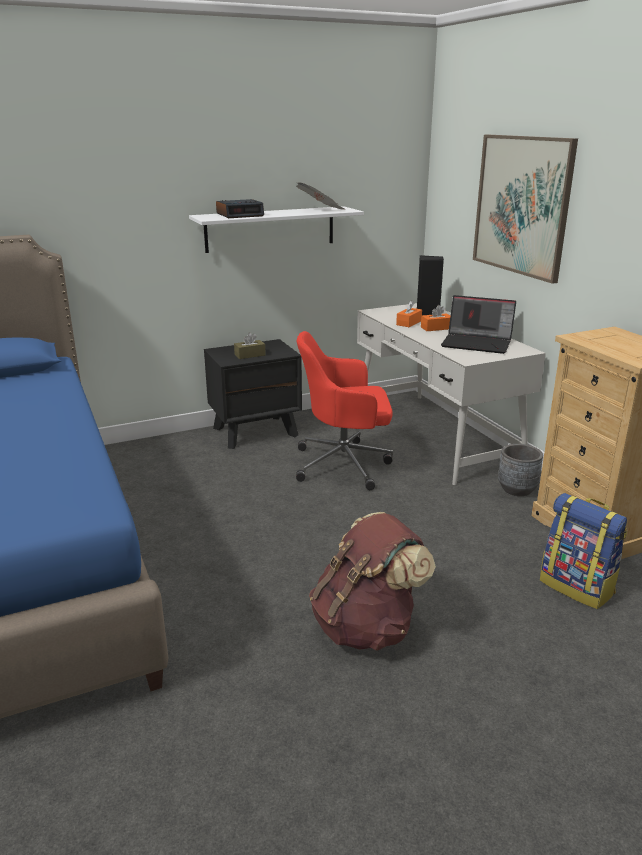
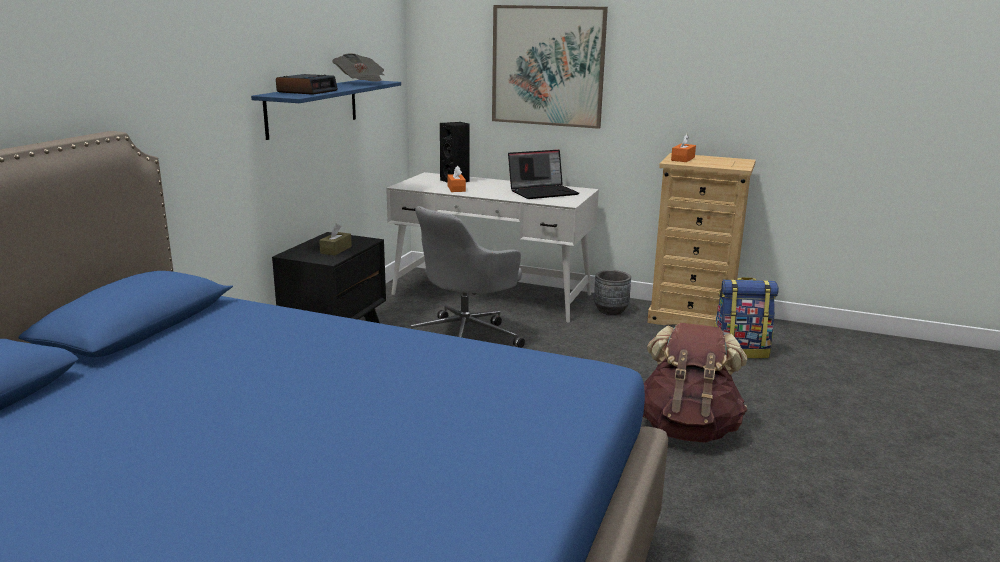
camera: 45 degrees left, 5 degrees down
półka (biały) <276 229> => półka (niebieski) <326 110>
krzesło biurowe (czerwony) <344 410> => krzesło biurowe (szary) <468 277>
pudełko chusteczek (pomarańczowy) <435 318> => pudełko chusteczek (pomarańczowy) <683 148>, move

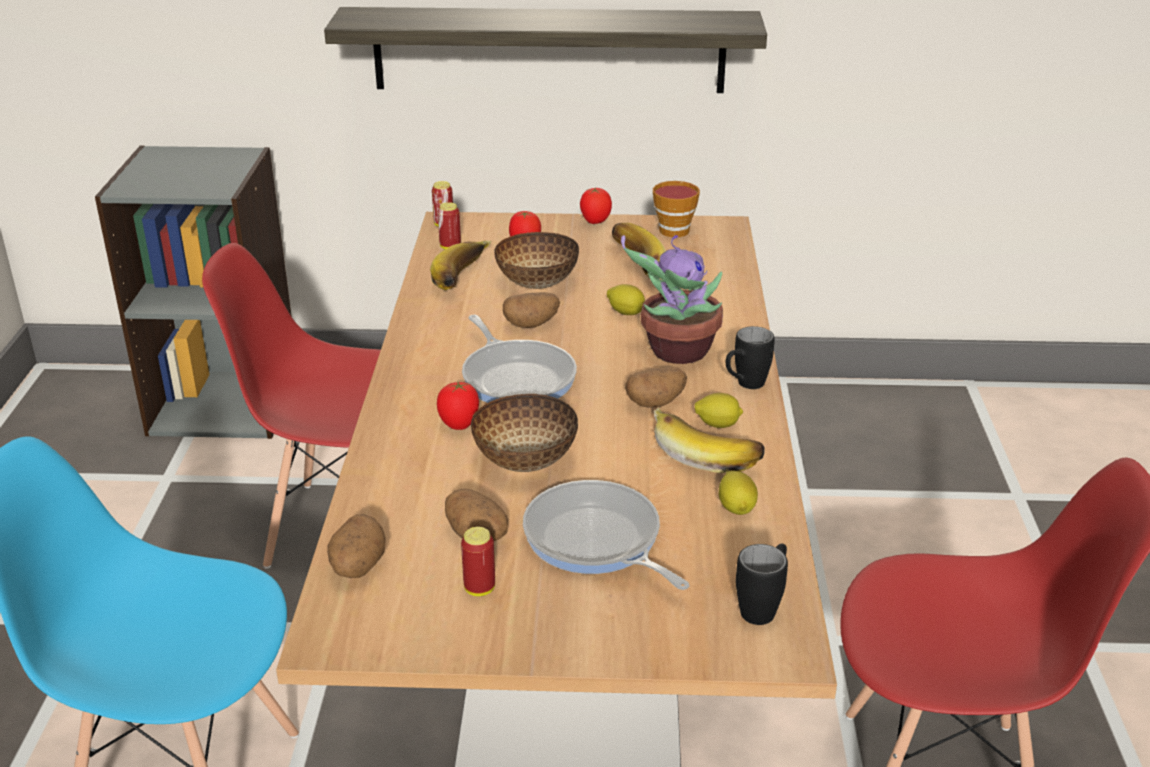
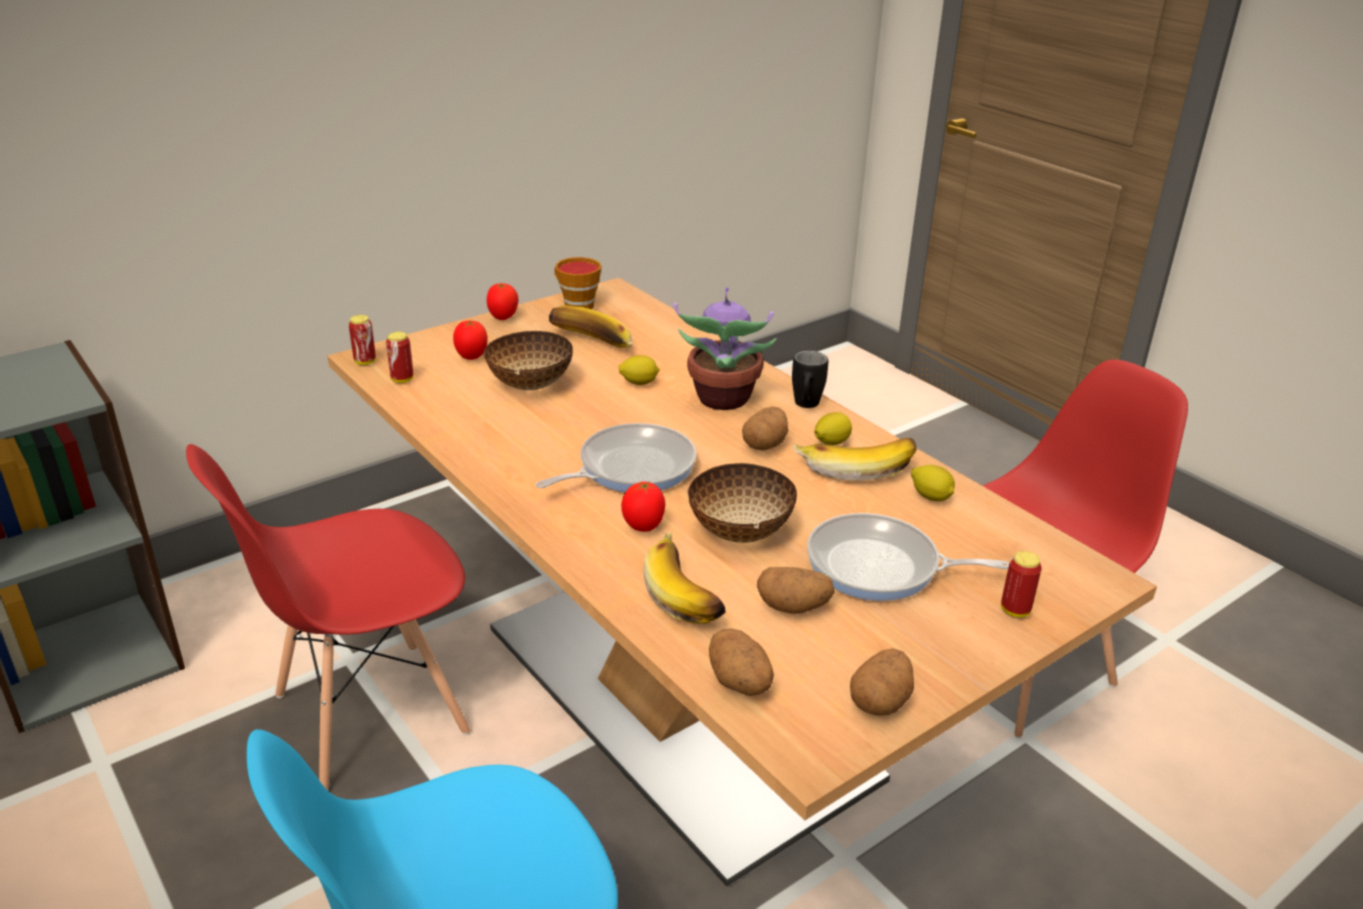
camera: 40 degrees left, 0 degrees up
półka <545 50> => nothing
banan <461 265> => banan <685 578>, move
puszka <478 561> => puszka <1021 584>, move
patelnia <519 359> => patelnia <616 457>, 60 degrees counterclockwise
ziemniak <531 310> => ziemniak <882 682>, move
kubek (czarny) <762 584> => nothing

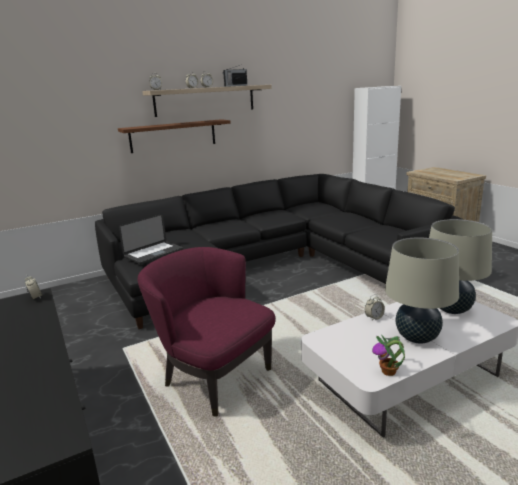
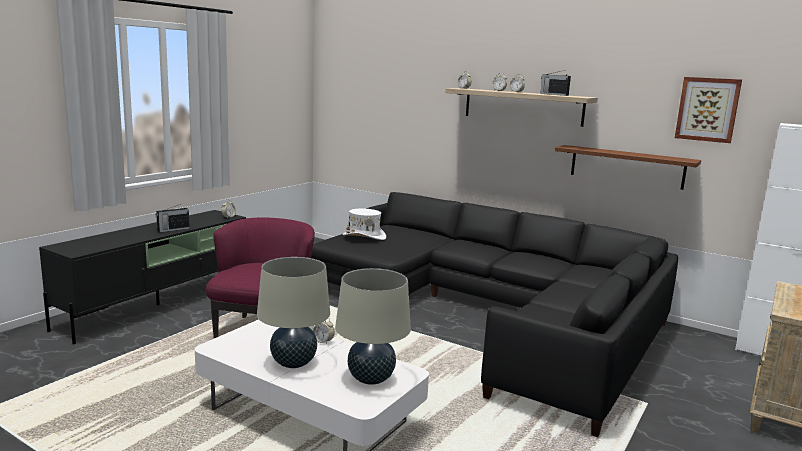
camera: 60 degrees right, 5 degrees down
półka (brązowy) <174 136> => półka (brązowy) <628 167>, move
laptop <150 239> => kapelusz (biały) <364 224>
roślina doniczkowa <388 355> => nothing
nothing => radio <173 218>
nothing => obraz <708 110>

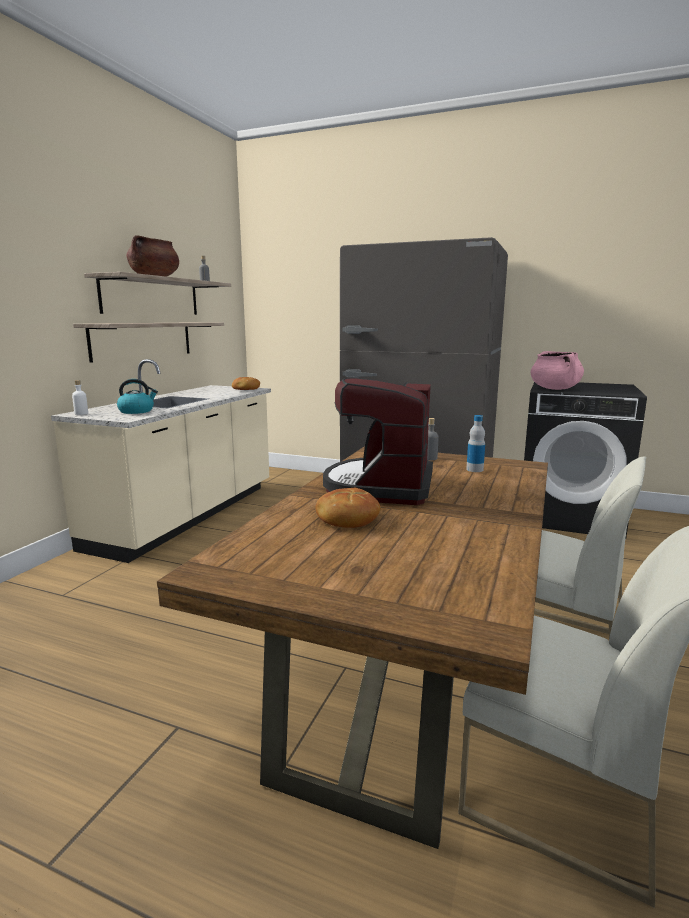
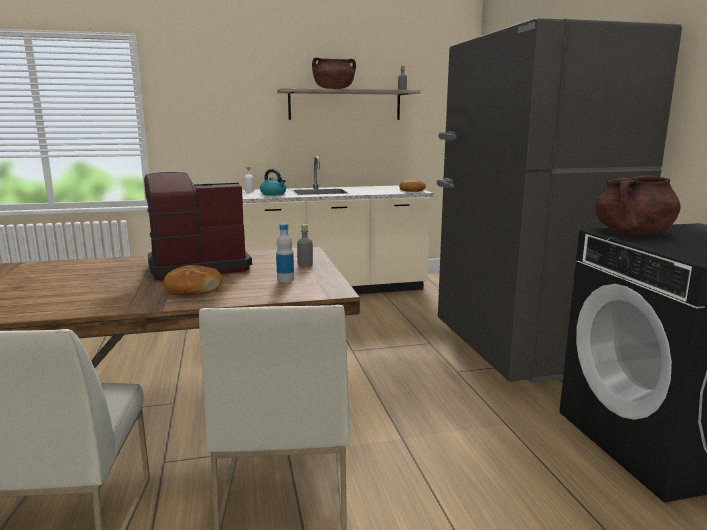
camera: 55 degrees right, 0 degrees up
półka <148 342> => nothing
chleb <348 508> => chleb <193 280>, move
garnek (różowy) <557 370> => garnek (brązowy) <638 205>

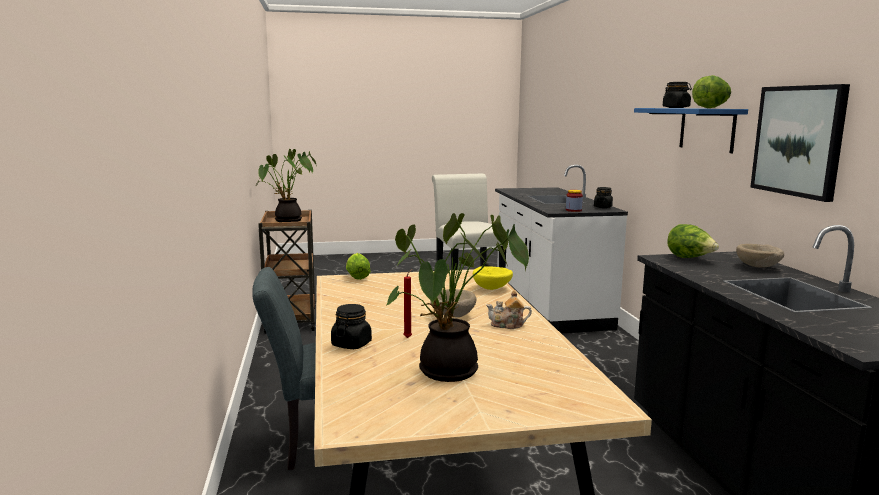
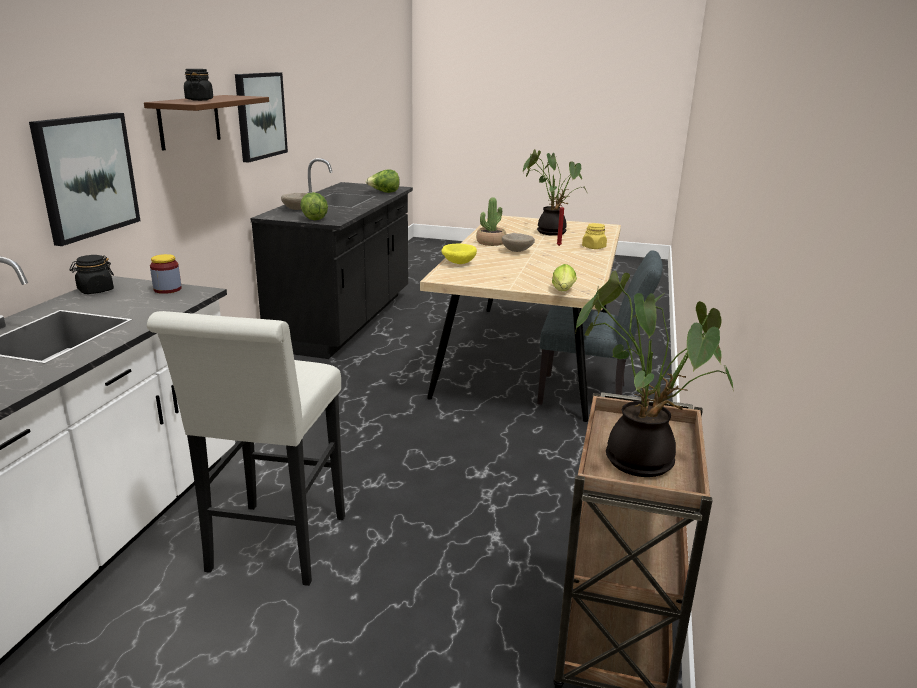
camera: 155 degrees left, 10 degrees up
słoik (czarny) <351 326> => słoik (żółty) <594 236>
imbryk <509 309> => roślina doniczkowa <491 221>
półka (niebieski) <691 130> => półka (brązowy) <206 123>
sałata <711 91> => sałata <383 181>, move
nothing => obraz <84 179>

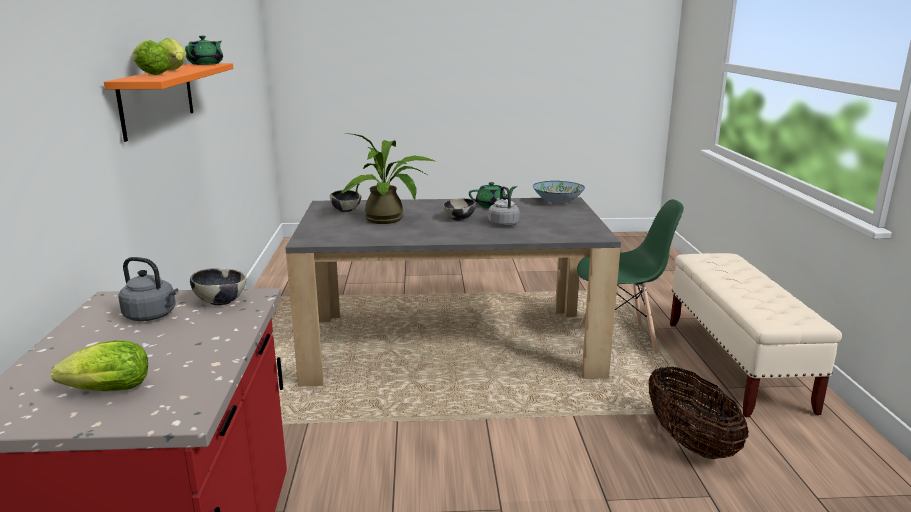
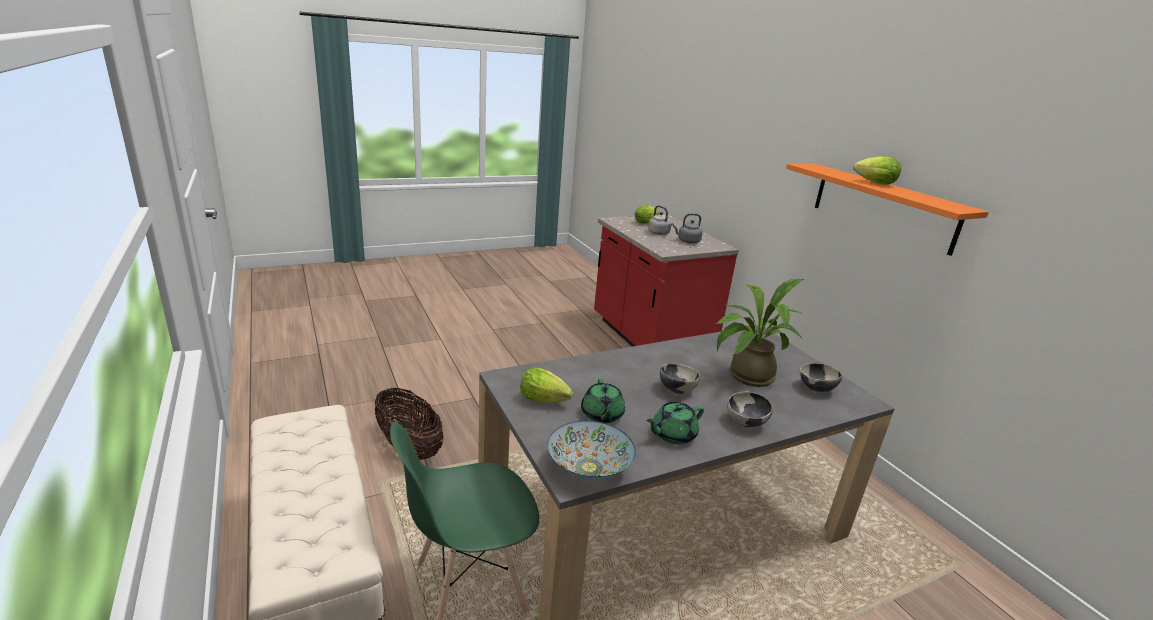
camera: 155 degrees right, 5 degrees up
sałata <151 57> => sałata <546 385>, move
imbryk (zielony) <204 50> => imbryk (zielony) <603 400>, move
miska <218 286> => miska <750 409>, move
czajnik (szary) <503 206> => czajnik (szary) <660 220>, move

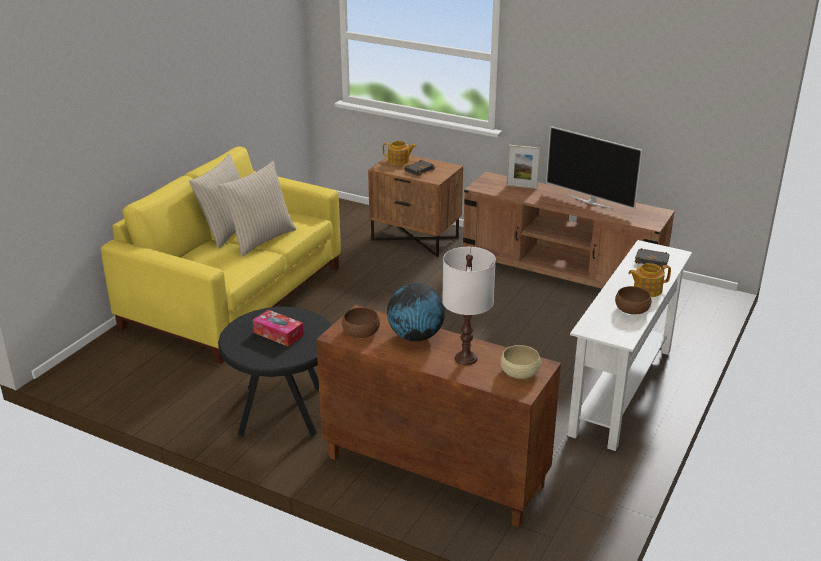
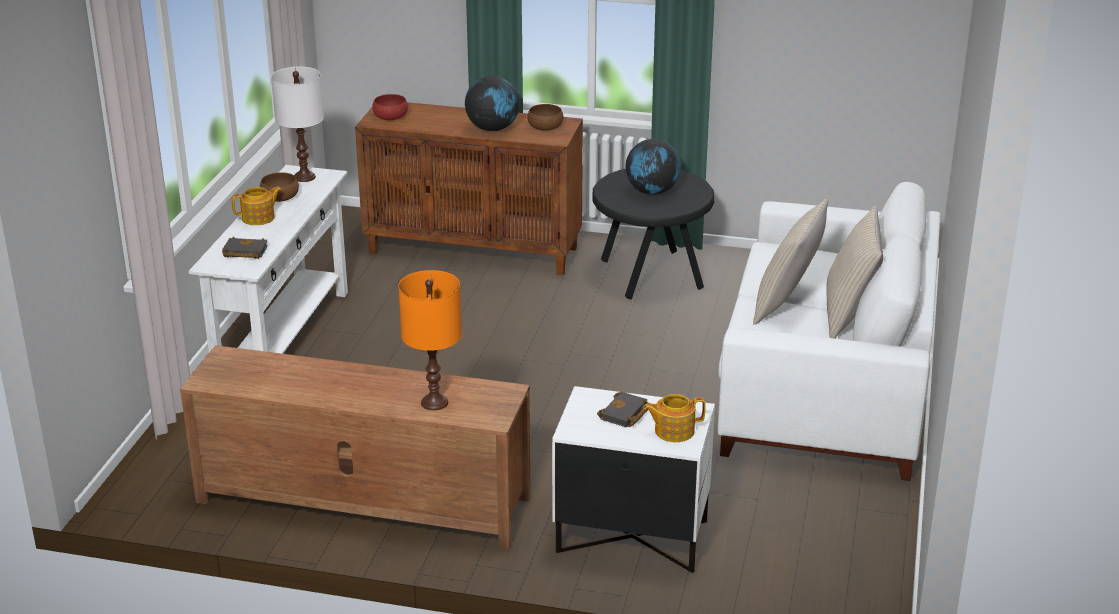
camera: 165 degrees right, 0 degrees up
kanapa (żółty) <221 255> => kanapa (biały) <829 331>
pudełko chusteczek <278 328> => globus <653 167>
szafka nocna (brązowy) <415 206> => szafka nocna (biały) <633 479>
lampa stołowa (biały) <469 306> => lampa stołowa (biały) <297 124>, move
miska (beżowy) <520 362> => miska (czerwony) <390 107>
ramka na zdjęcie <523 167> => lampa stołowa (pomarańczowy) <430 340>
telewizor <594 167> => nothing

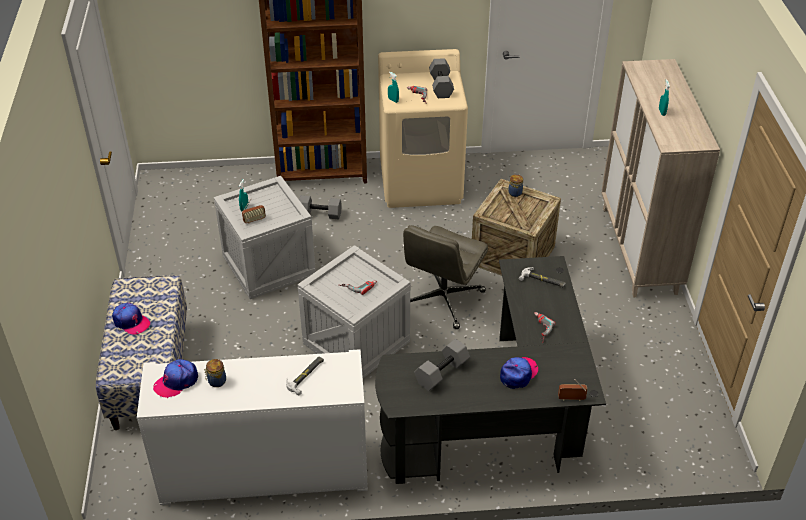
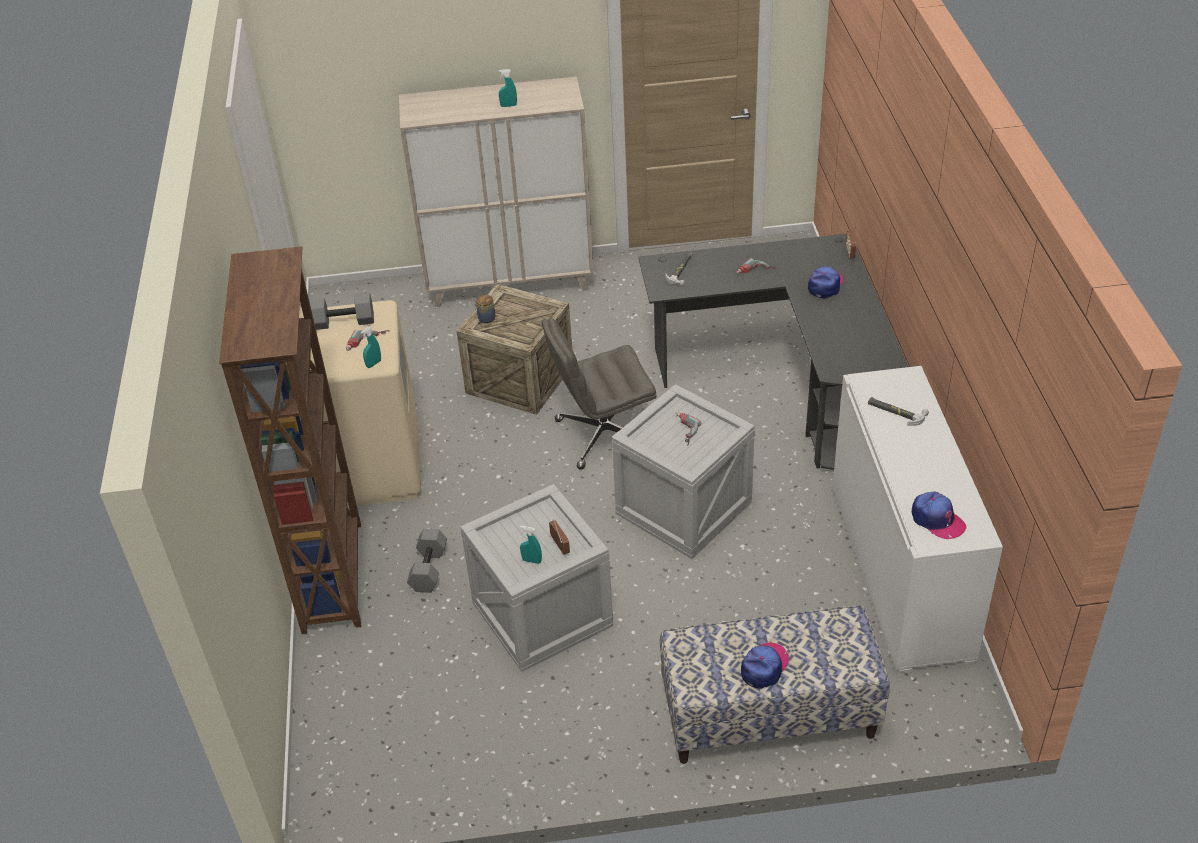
camera: 90 degrees left, 0 degrees up
słoik <215 373> => nothing
krzesło biurowe (szary) <445 277> => krzesło biurowe (szary) <599 394>, 135 degrees clockwise
hantel (szary) <442 365> => nothing
czapka z daszkiem <519 373> => czapka z daszkiem <825 282>, 75 degrees clockwise

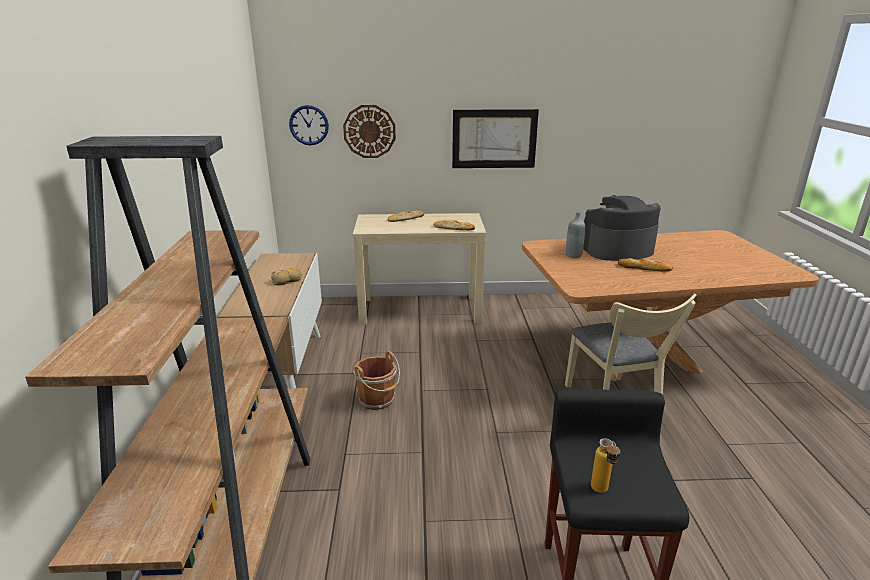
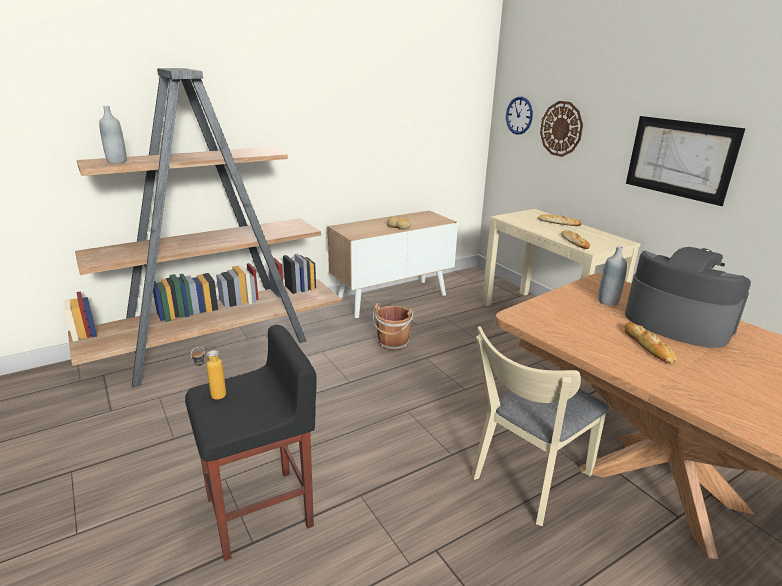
camera: 60 degrees right, 0 degrees up
nothing => butelka (szary) <113 135>

